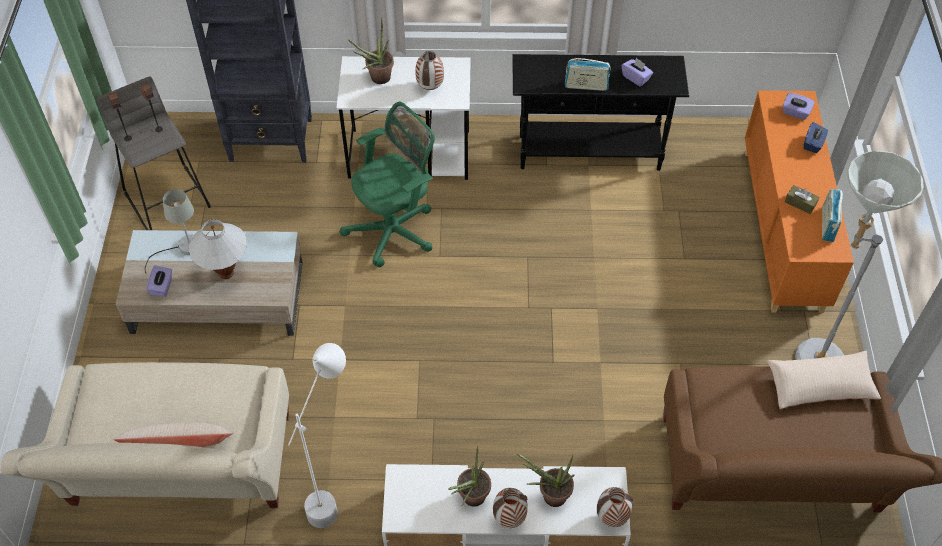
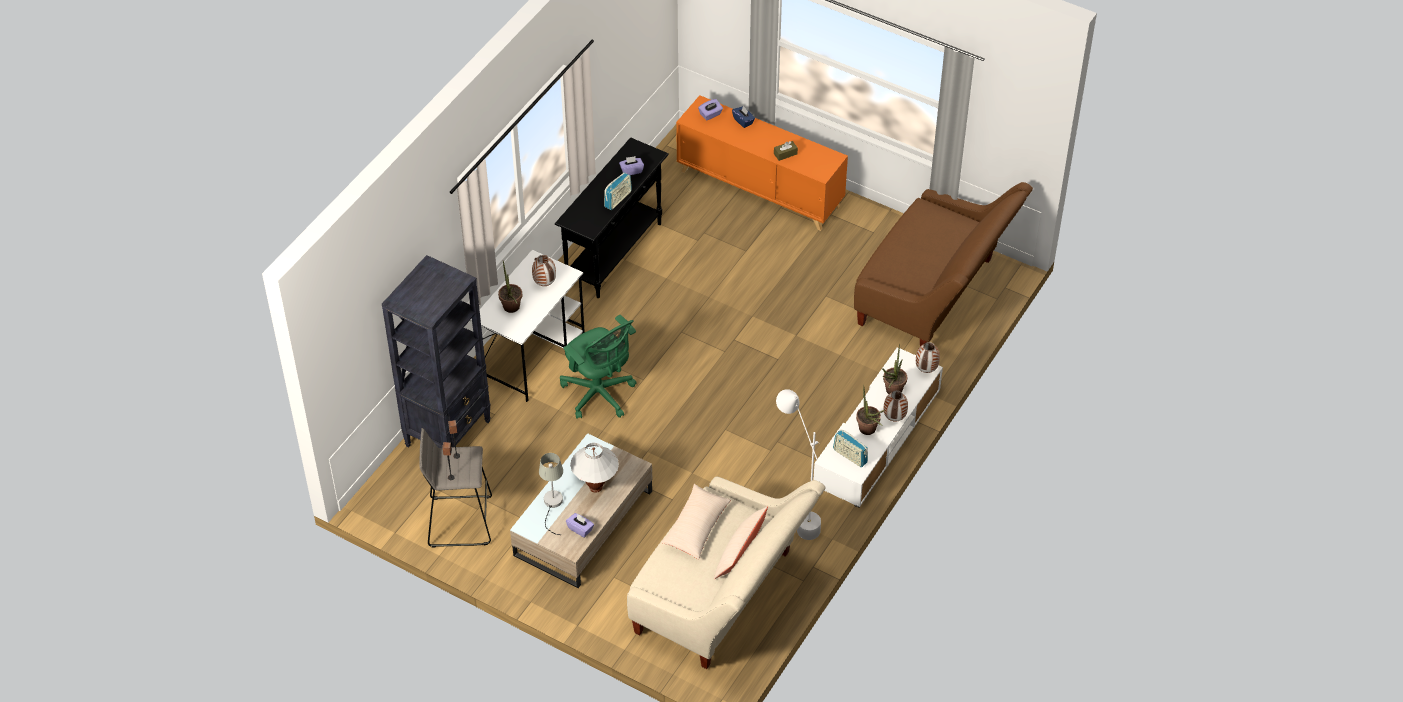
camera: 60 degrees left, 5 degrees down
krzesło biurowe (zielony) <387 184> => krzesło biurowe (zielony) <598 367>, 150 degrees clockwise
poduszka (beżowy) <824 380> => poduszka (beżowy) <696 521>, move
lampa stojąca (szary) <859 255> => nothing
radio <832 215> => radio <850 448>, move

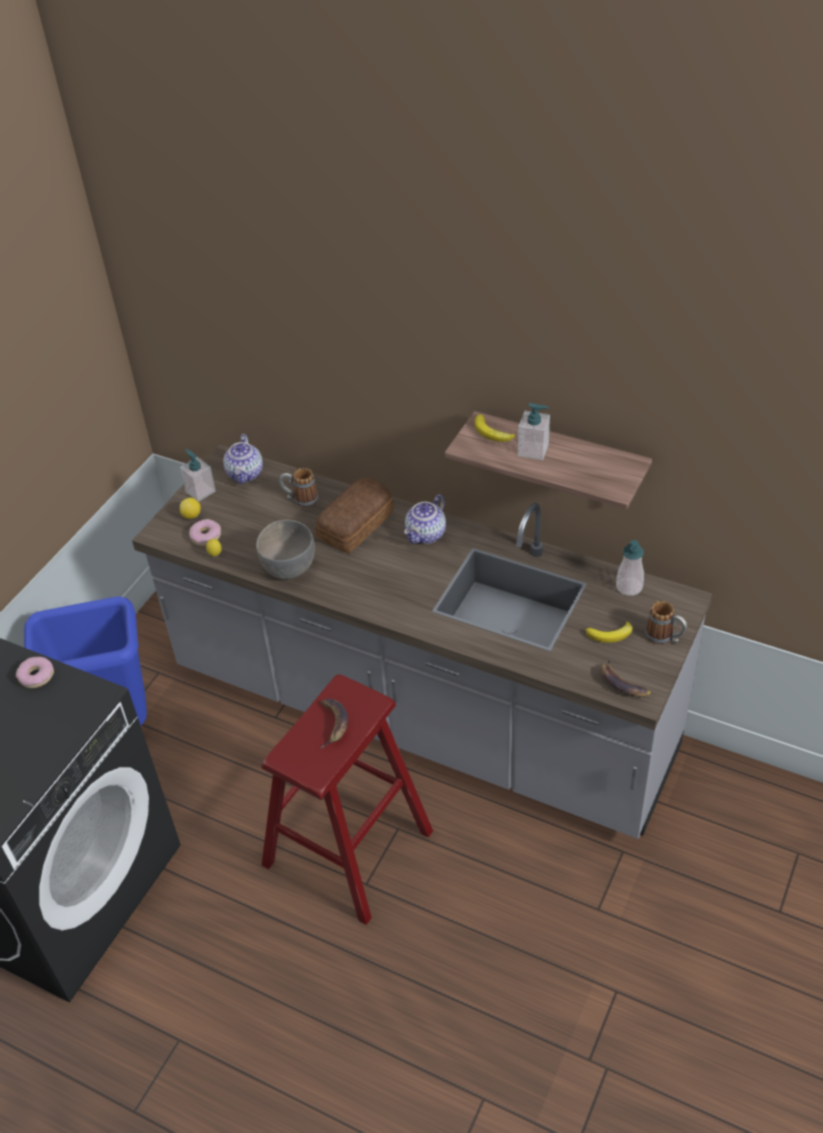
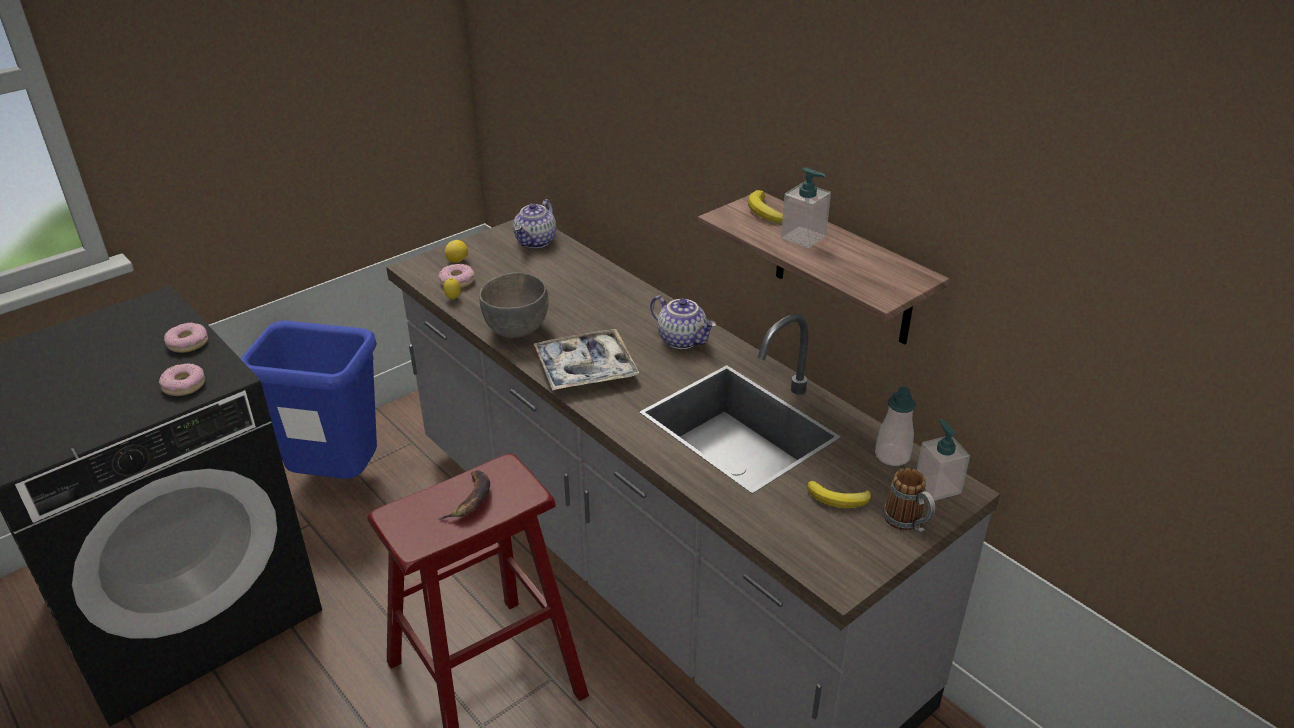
camera: 20 degrees right, 10 degrees down
dozownik mydła <198 475> => dozownik mydła <943 460>, move
kubek <299 488> => nothing
chleb <354 515> => nothing
imbryk <425 519> => imbryk <683 322>, 105 degrees counterclockwise
banan <626 677> => nothing
nothing => donut <182 379>
nothing => taca <586 360>

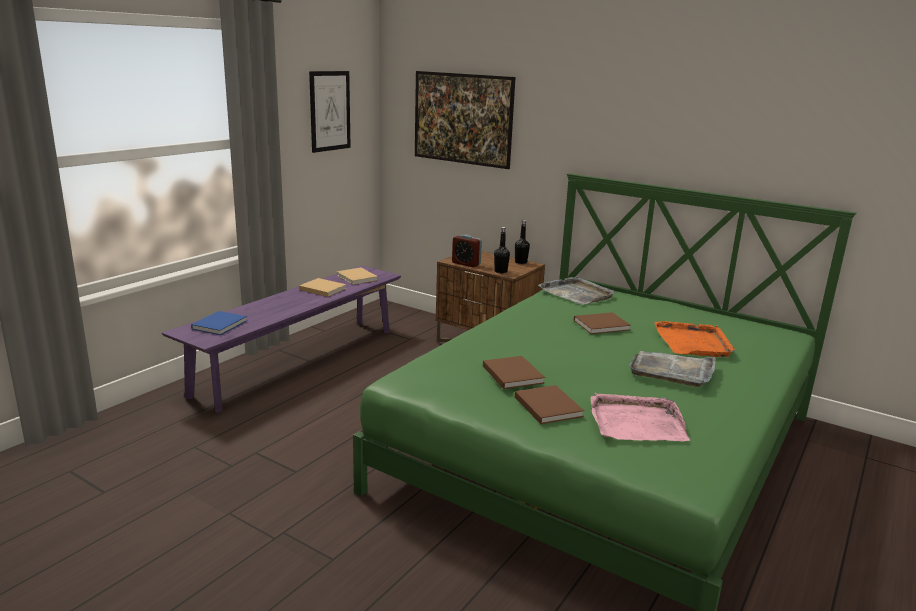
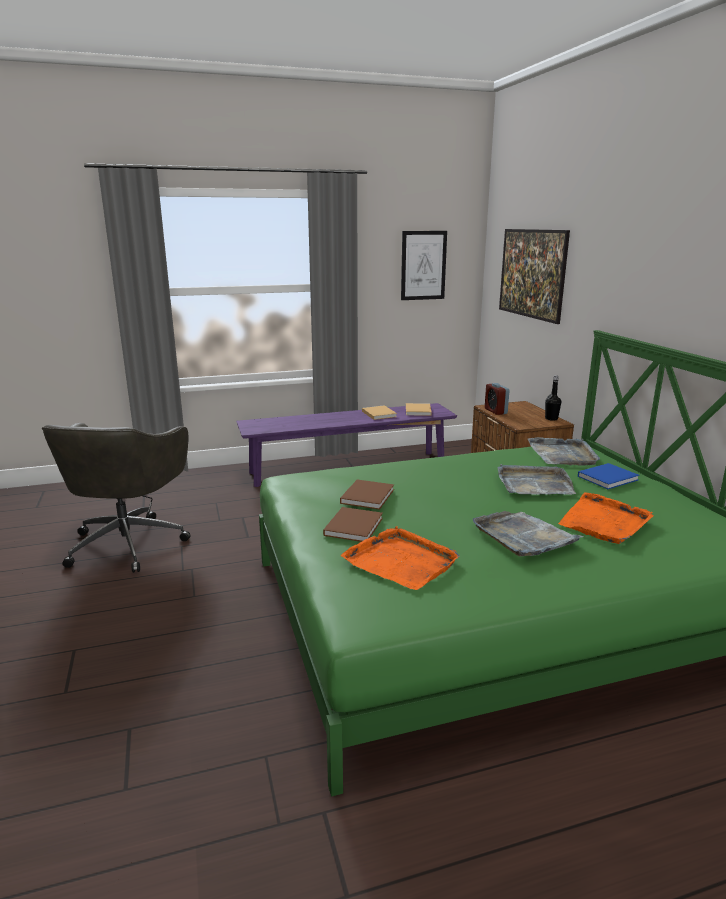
camera: 40 degrees right, 0 degrees up
książka (niebieski) <219 323> => książka (niebieski) <609 476>, move
butelka (czarny) <502 250> => nothing
książka (brązowy) <602 323> => taca (szary) <536 479>
taca (różowy) <640 417> => taca (pomarańczowy) <400 558>
nothing => krzesło biurowe (szary) <116 498>

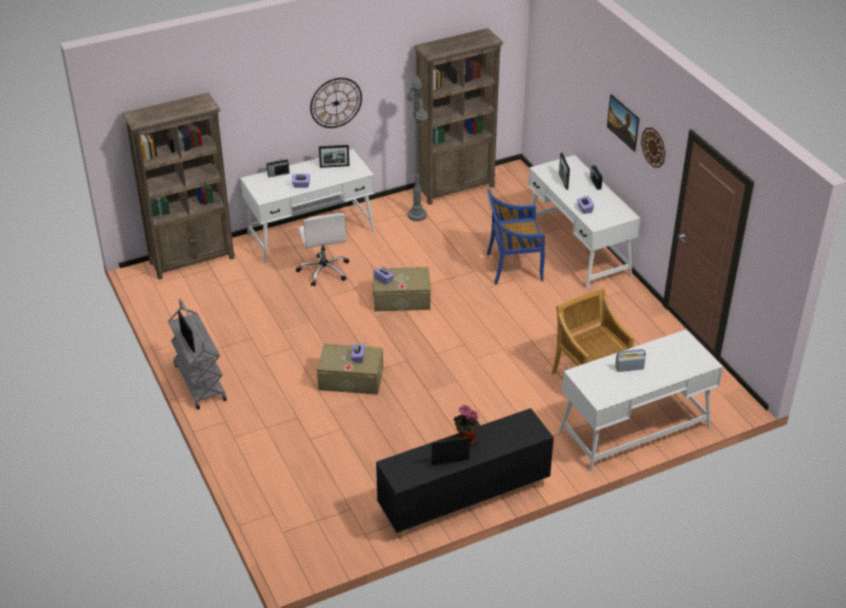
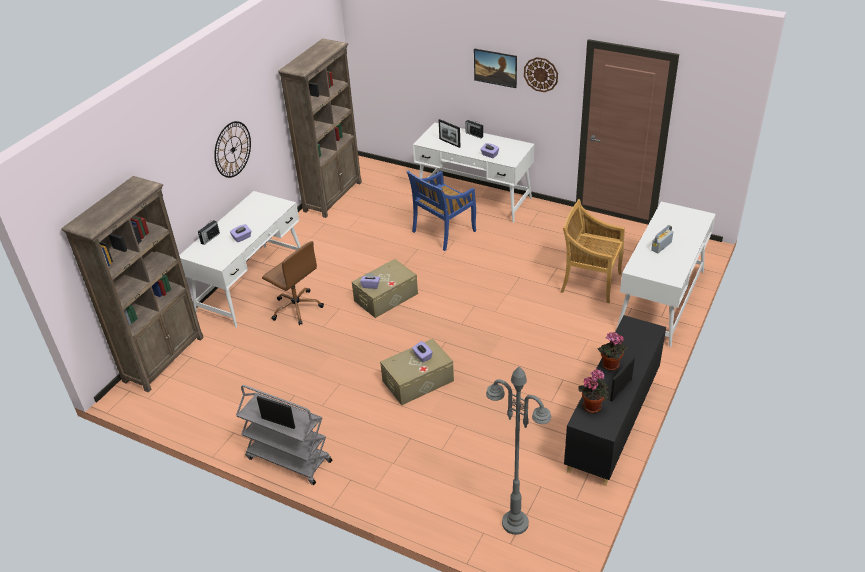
camera: 35 degrees left, 0 degrees up
krzesło biurowe (biały) <322 249> => krzesło biurowe (brązowy) <293 283>
ramka na zdjęcie <334 156> => nothing
lampa stojąca (szary) <417 148> => lampa stojąca (szary) <518 451>, move
nothing => roślina doniczkowa <593 391>

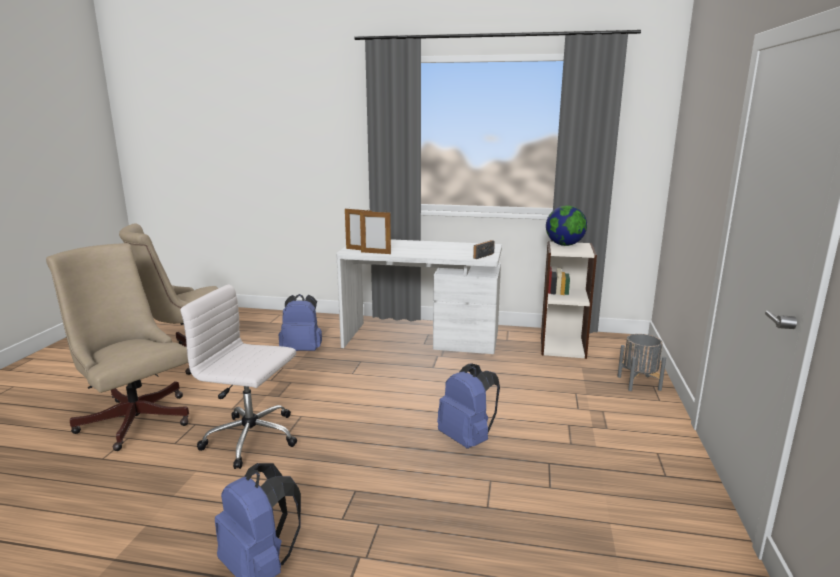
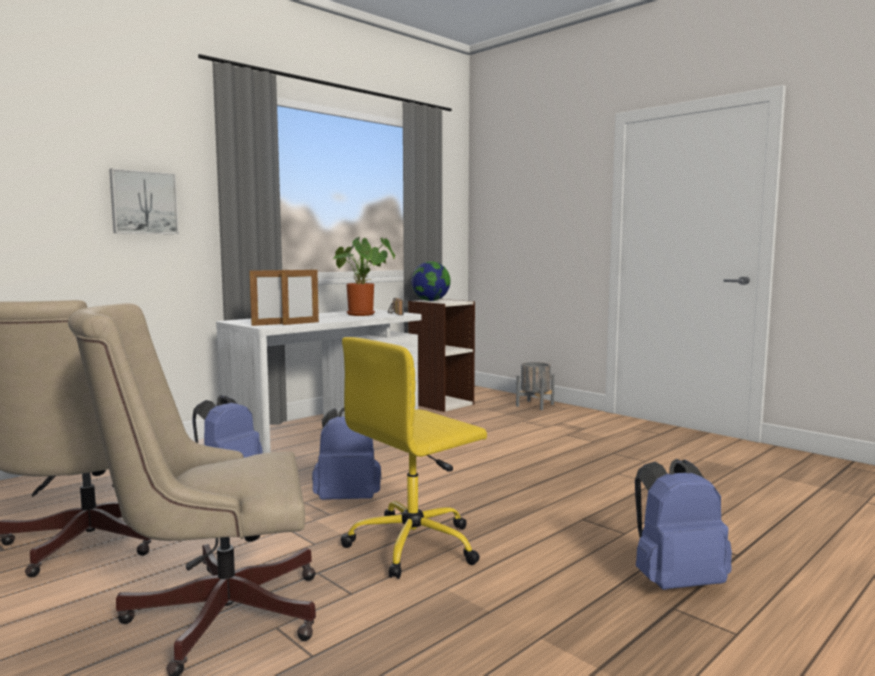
camera: 55 degrees left, 10 degrees down
krzesło biurowe (biały) <238 376> => krzesło biurowe (żółty) <414 458>
plecak (niebieski) <468 406> => plecak (niebieski) <346 453>, move
nothing => obraz <144 201>
nothing => roślina doniczkowa <364 276>

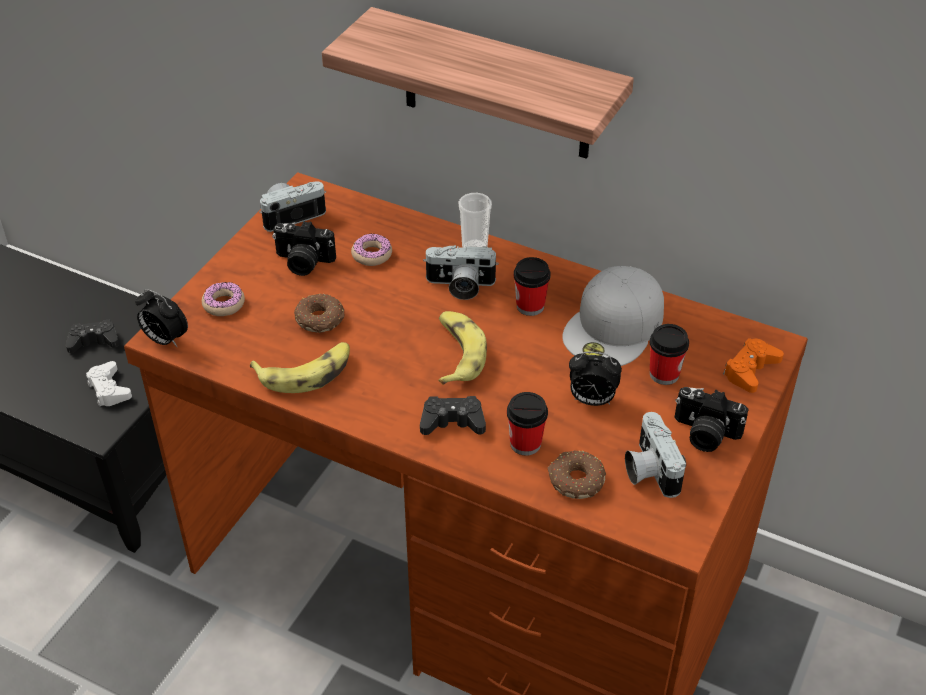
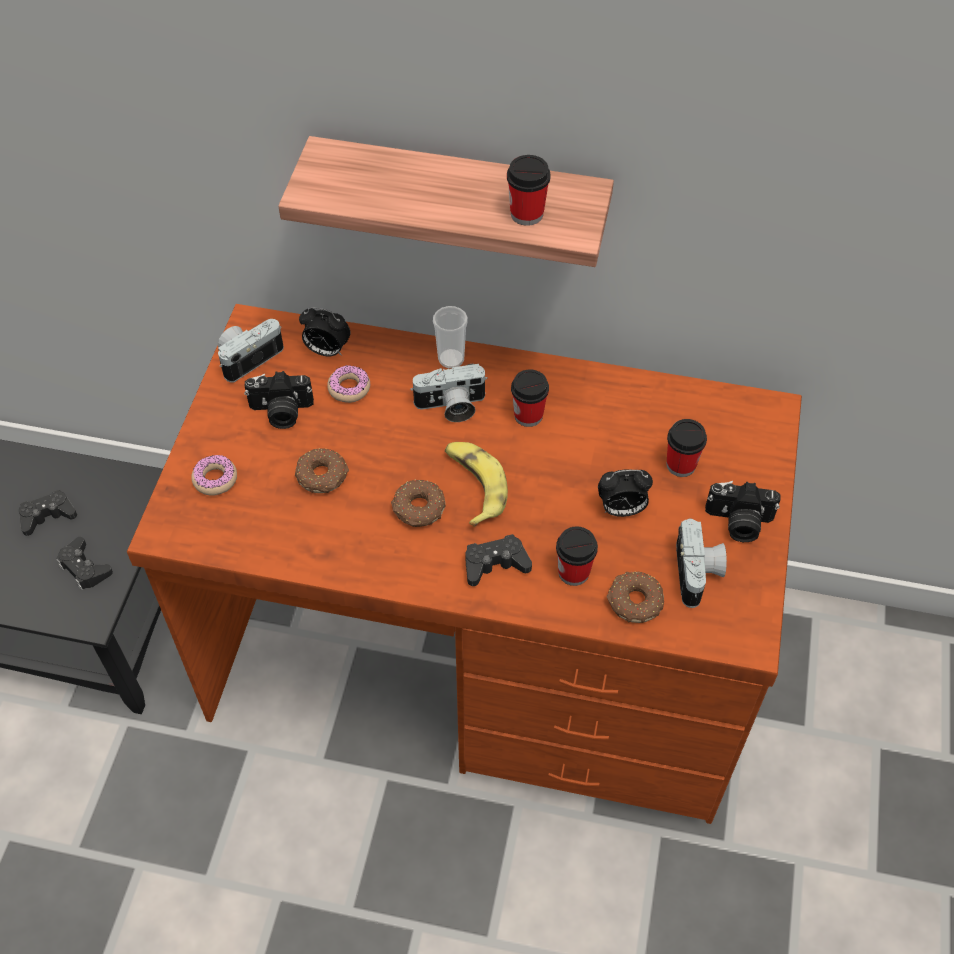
camera: 15 degrees left, 10 degrees up
pad do gier (biały) <109 384> => pad do gier (czarny) <84 563>
budzik <161 318> => budzik <324 331>, move
banan <300 367> => nothing
czapka z daszkiem (biały) <613 316> => nothing
aparat fotograficzny <655 455> => aparat fotograficzny <701 563>, 150 degrees counterclockwise
pad do gier (pomarańczowy) <753 365> => nothing
nothing => donut <418 503>
nothing => filiżanka <529 190>

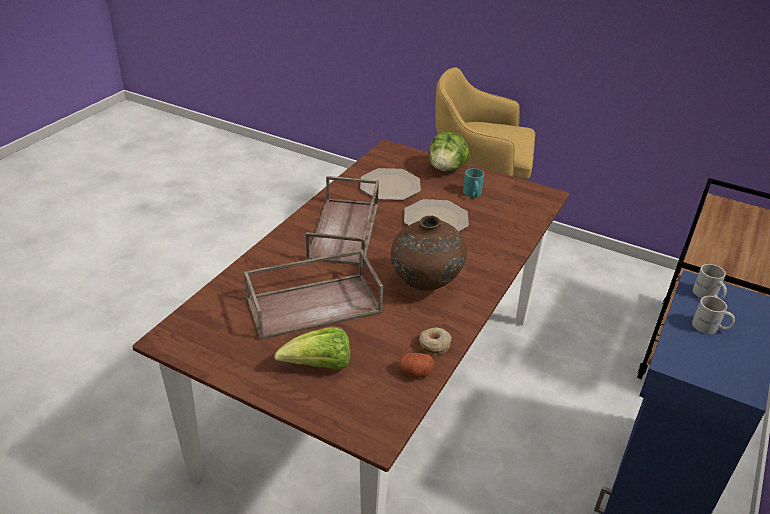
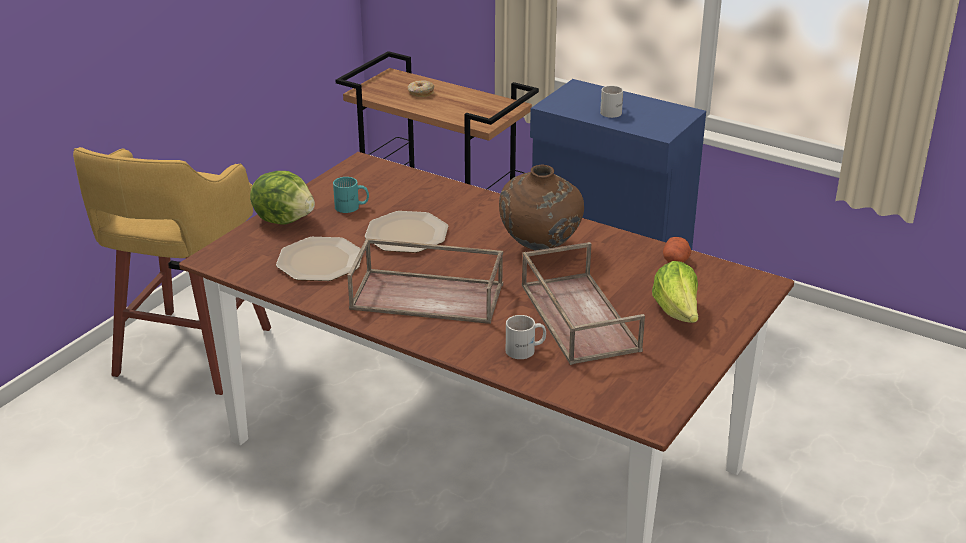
camera: 85 degrees left, 5 degrees down
donut <435 341> => donut <421 88>, move
kubek (biały) <710 282> => kubek (biały) <526 337>, move

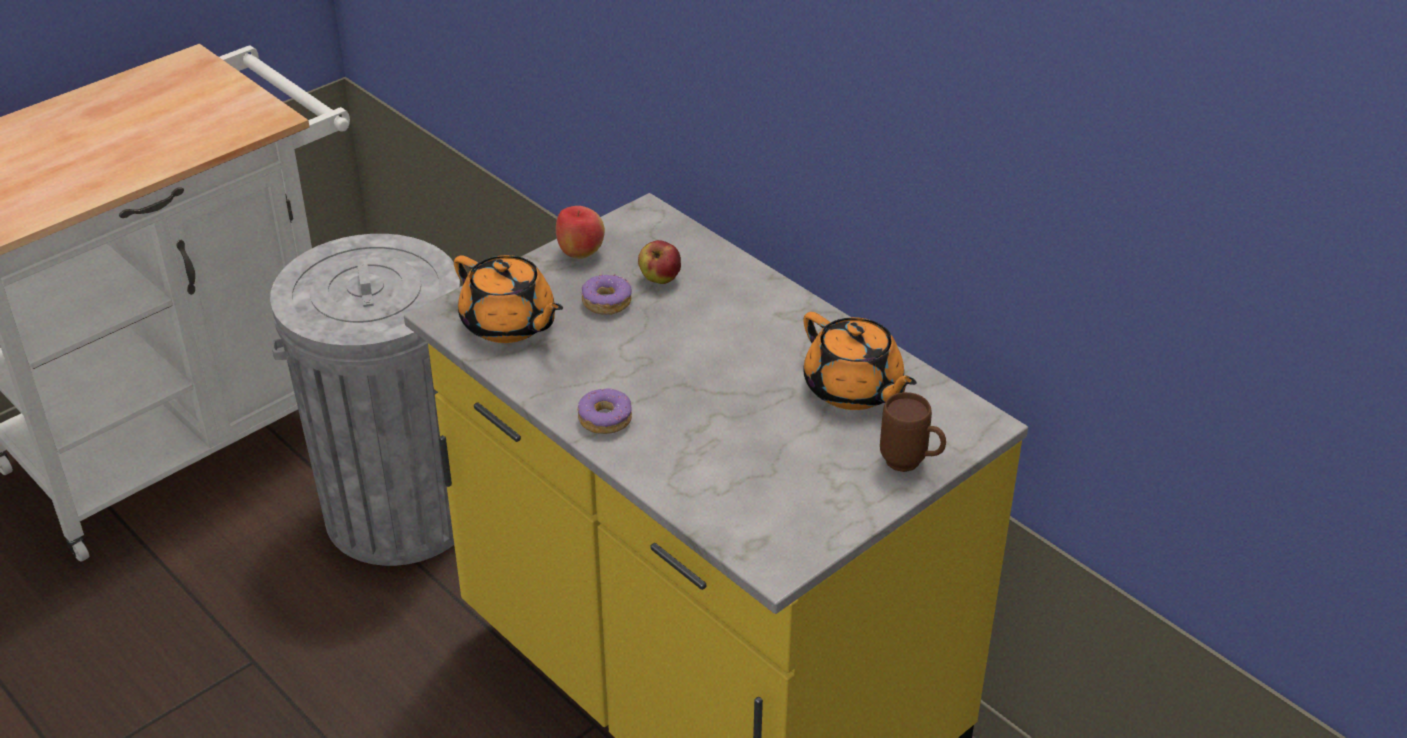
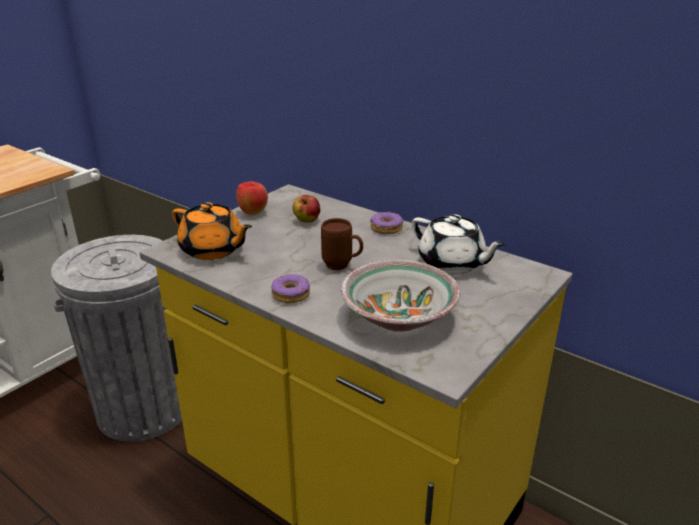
camera: 10 degrees left, 10 degrees down
donut <606 294> => donut <386 222>, move
imbryk (pomarańczowy) <860 361> => imbryk (biały) <459 244>
kubek (brązowy) <913 432> => kubek (brązowy) <342 244>, move
nothing => miska <400 295>

